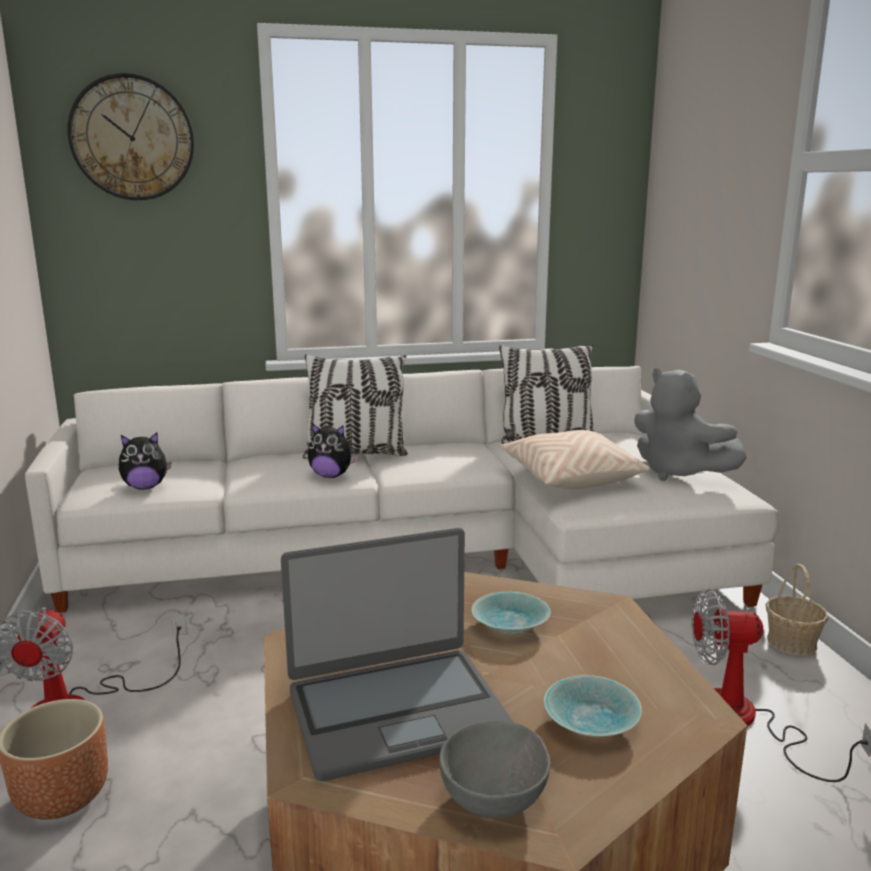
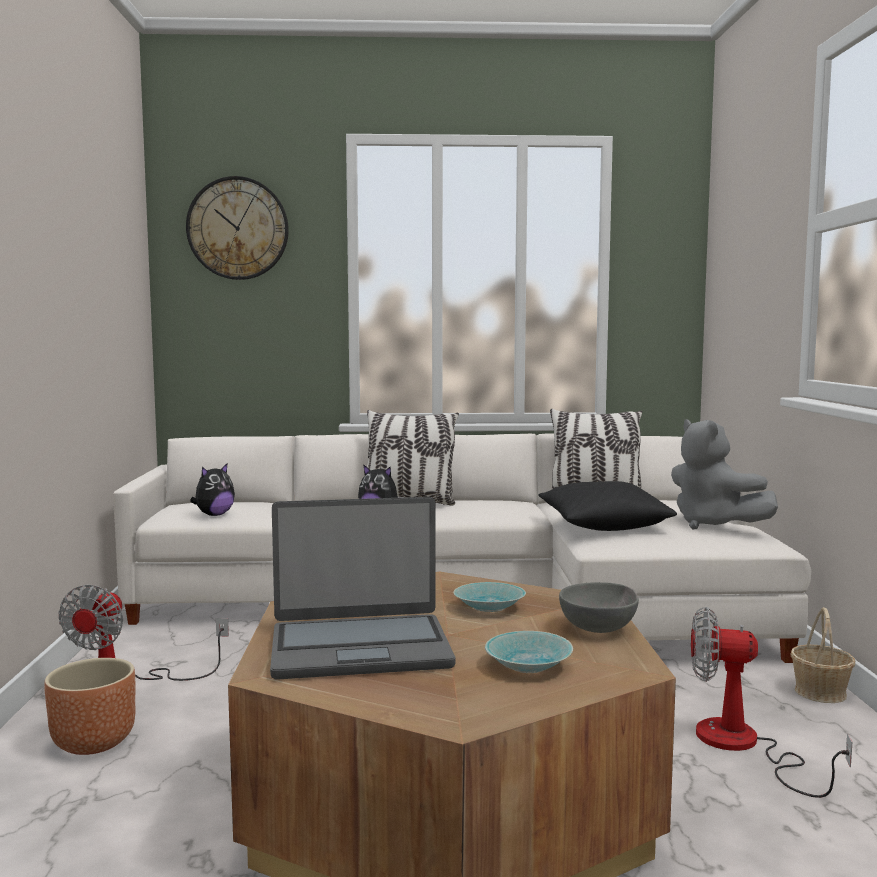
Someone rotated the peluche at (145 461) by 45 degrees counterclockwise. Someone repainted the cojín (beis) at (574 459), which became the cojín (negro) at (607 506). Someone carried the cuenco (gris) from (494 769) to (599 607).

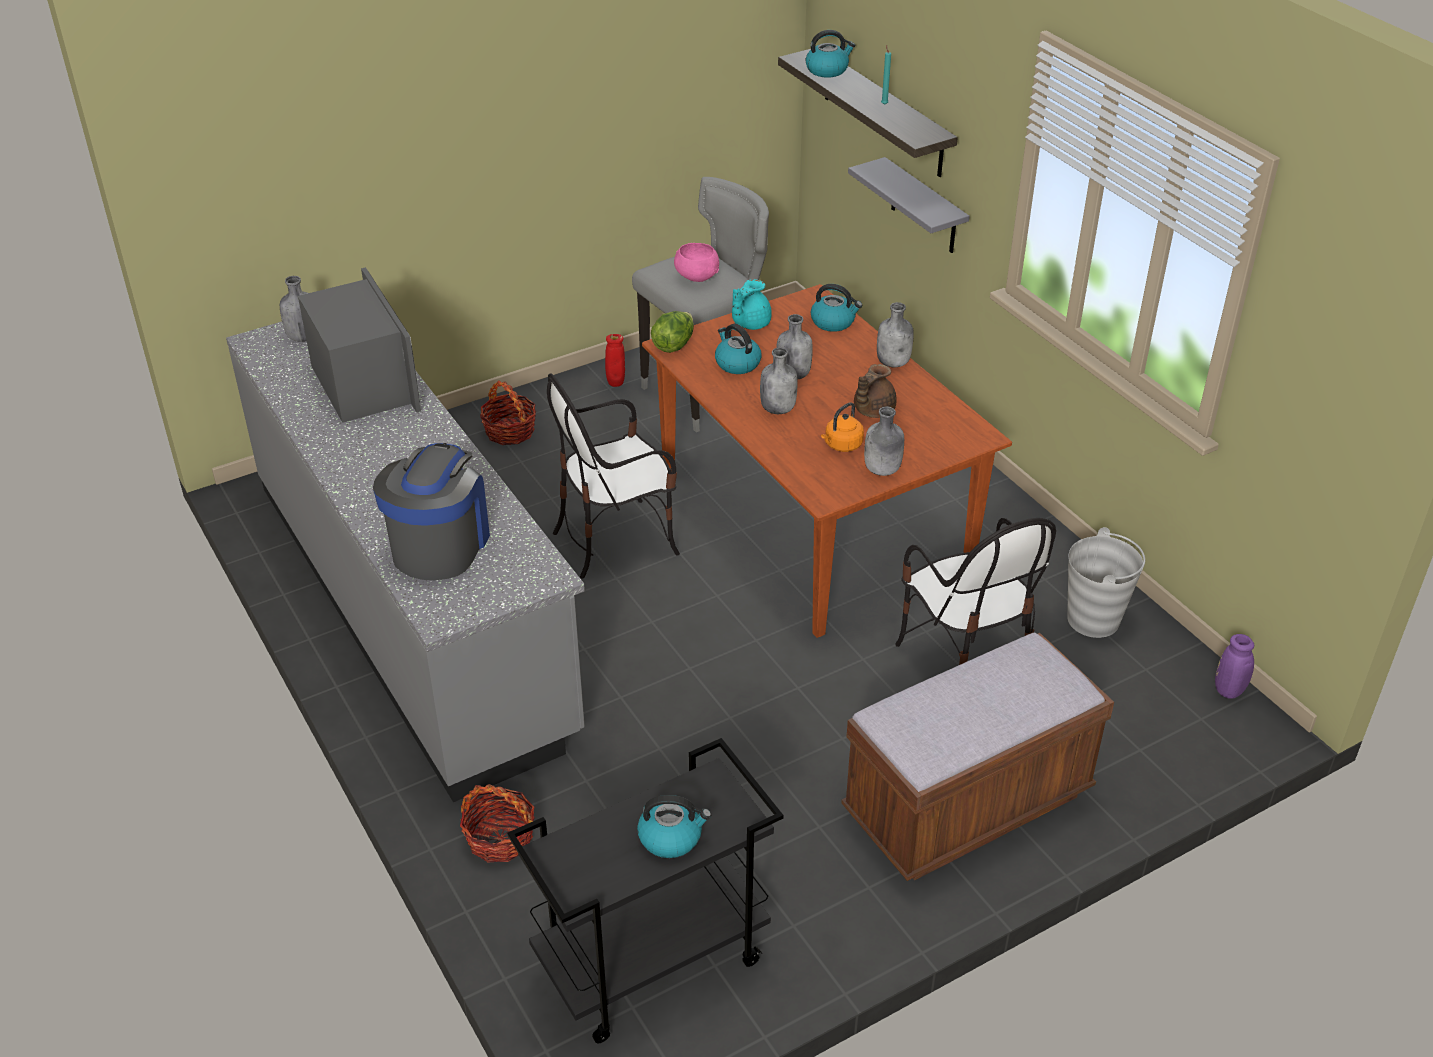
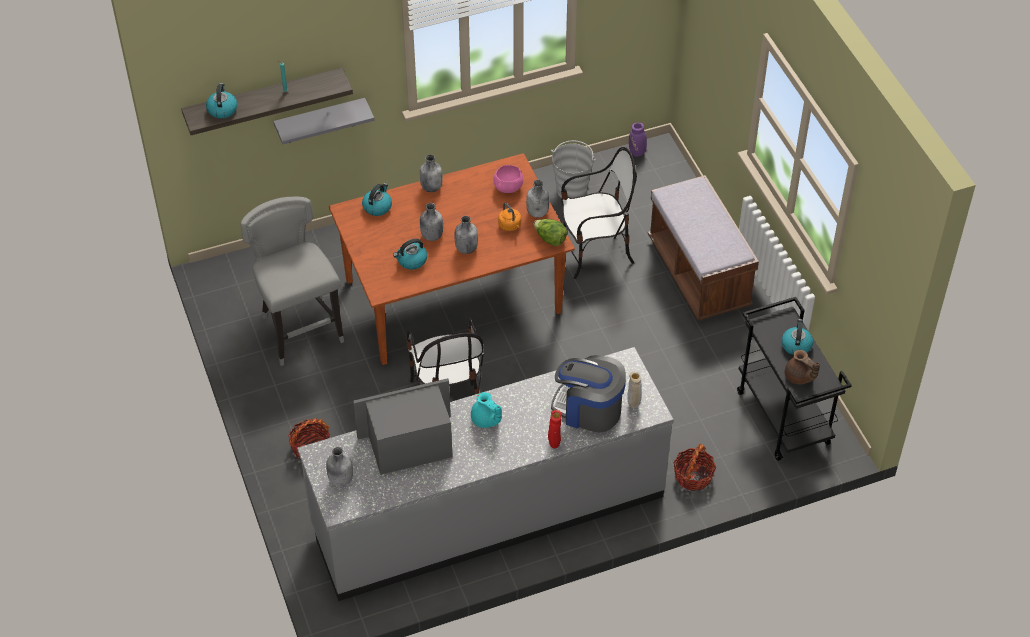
Someone carried the tetera (turquesa) from (752 304) to (486 410). Someone carried the cuenco (rosa) from (696 262) to (508 179). Someone carried the lechuga from (672 332) to (550 232). Someone carried the florero (rojo) from (615 360) to (555 429). Someone put down the florero (beis) at (634 389). Someone carried the tetera (marrón) from (875 391) to (802 367).

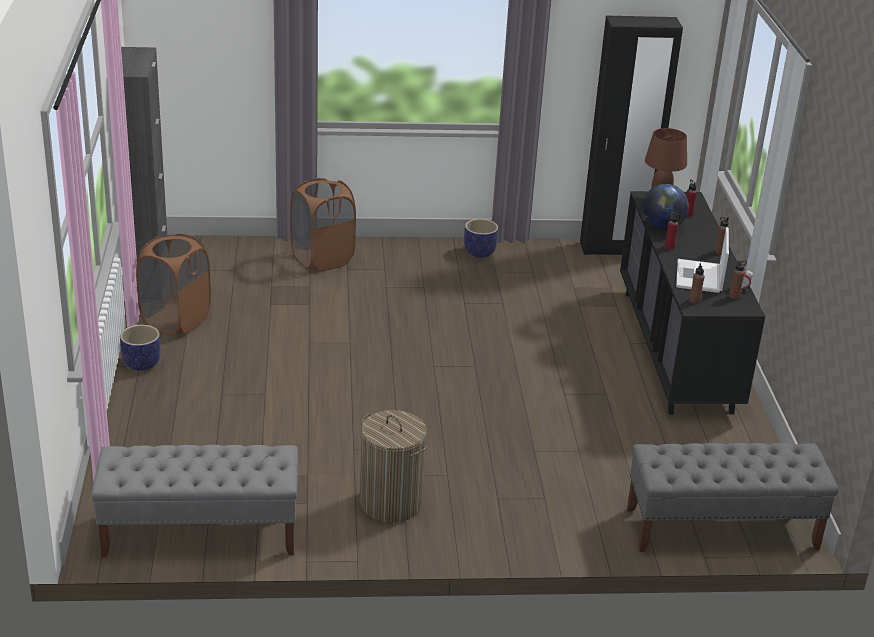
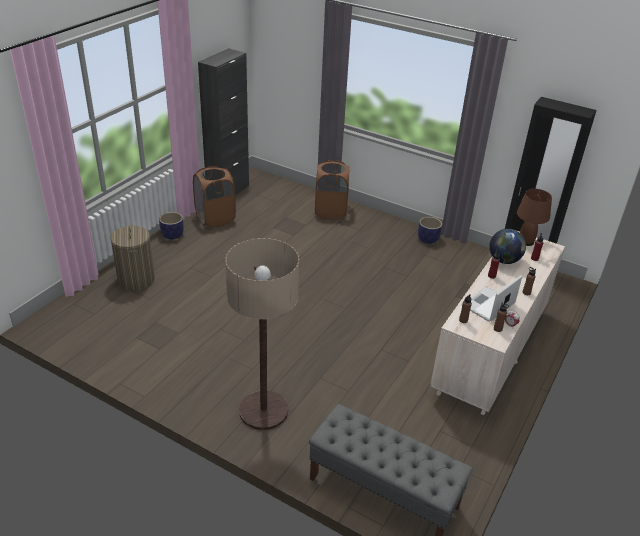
Someone carried the cesto de la ropa from (394 466) to (132 257). Someone put down the lámpara de pie at (262 334). Someone repainted the cómoda (negro) at (692 303), which became the cómoda (beis) at (497 323). Someone took away the banco (gris) at (194 501).

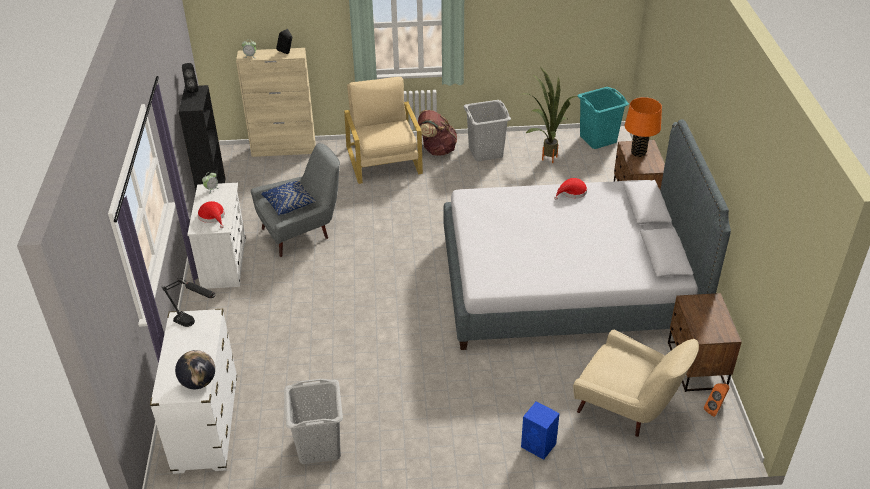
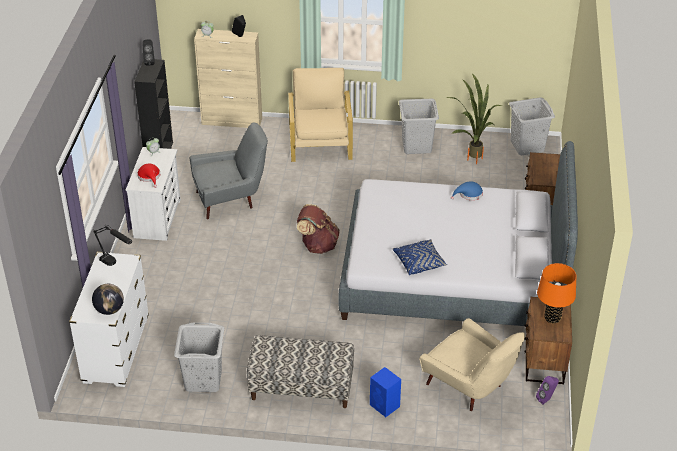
Someone put down the banco at (300 371). Someone carried the mochila (marrón) from (437 133) to (318 229). Someone carried the cojín (azul) from (288 197) to (420 257). Someone repainted the sombrero (rojo) at (570 189), which became the sombrero (azul) at (467 190). Someone repainted the cesto de la ropa (turquesa) at (603 118), which became the cesto de la ropa (gris) at (532 126). Someone repainted the altavoz (naranja) at (716 400), which became the altavoz (morado) at (547 390). Someone carried the lámpara de mesa (naranja) from (643 127) to (556 293).

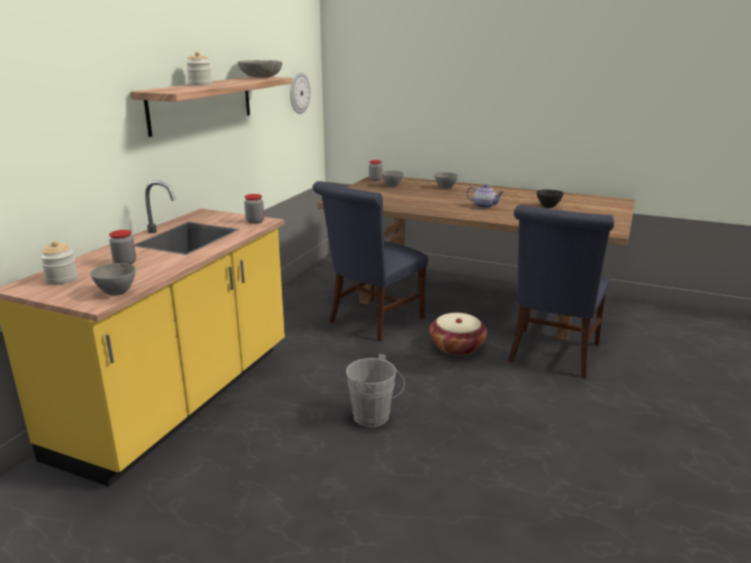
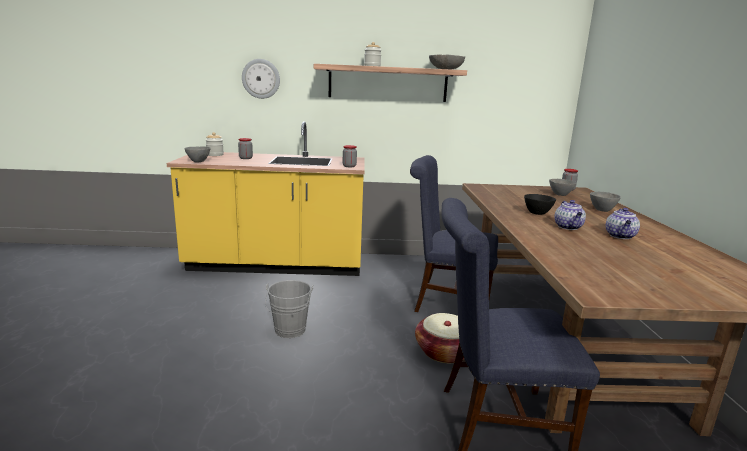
Someone carried the reloj de pared from (300 93) to (261 79). Someone carried the cuenco (negro) from (550 198) to (540 204). Someone put down the tetera at (623 223).

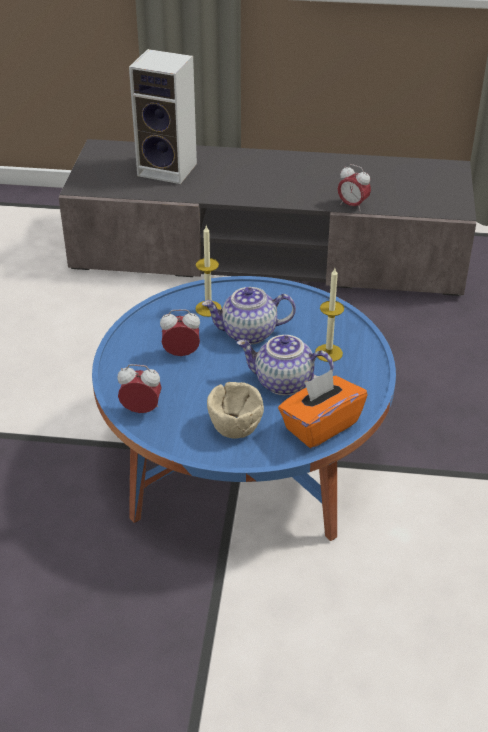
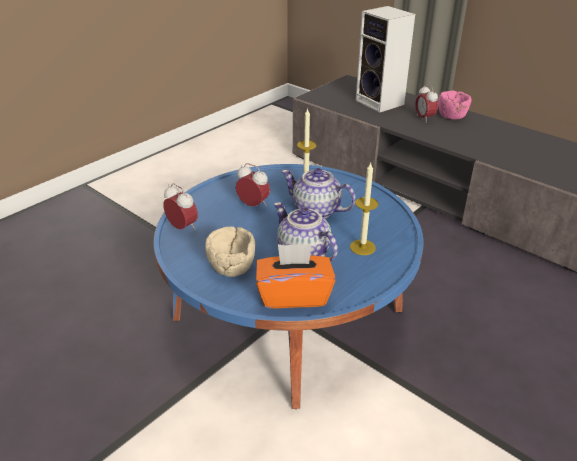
Someone carried the despertador from (354 187) to (426 103). Someone put down the cuenco (rosa) at (455 105).

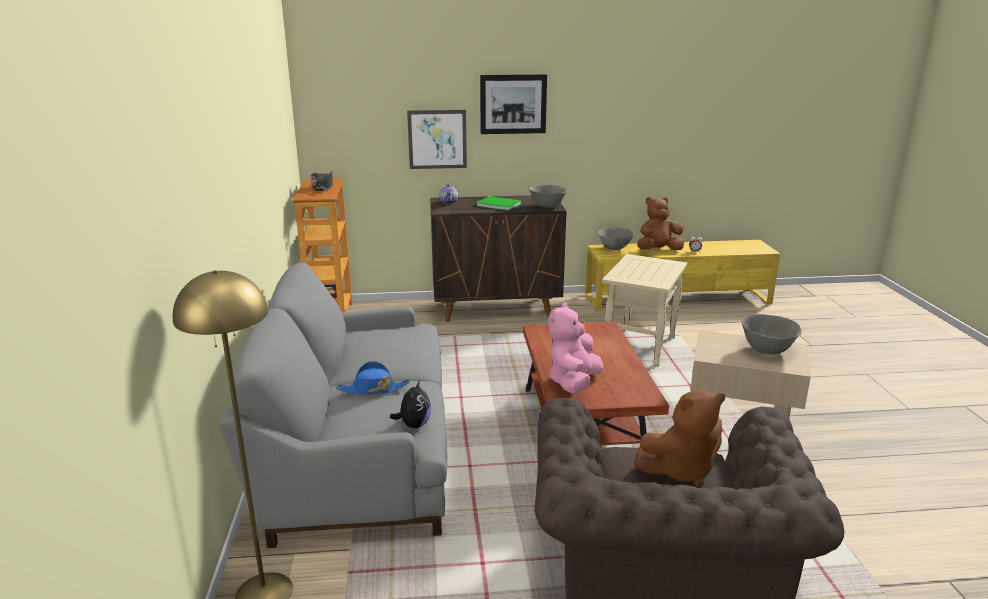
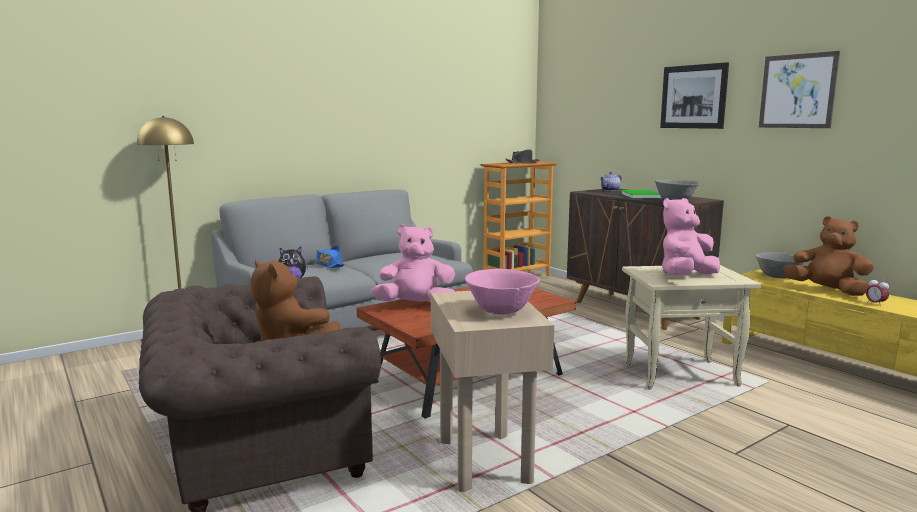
Someone repainted the cuenco (gris) at (771 334), which became the cuenco (rosa) at (502 291). Someone put down the peluche (rosa) at (691 236). Someone carried the cuadro from (437 139) to (799 89).

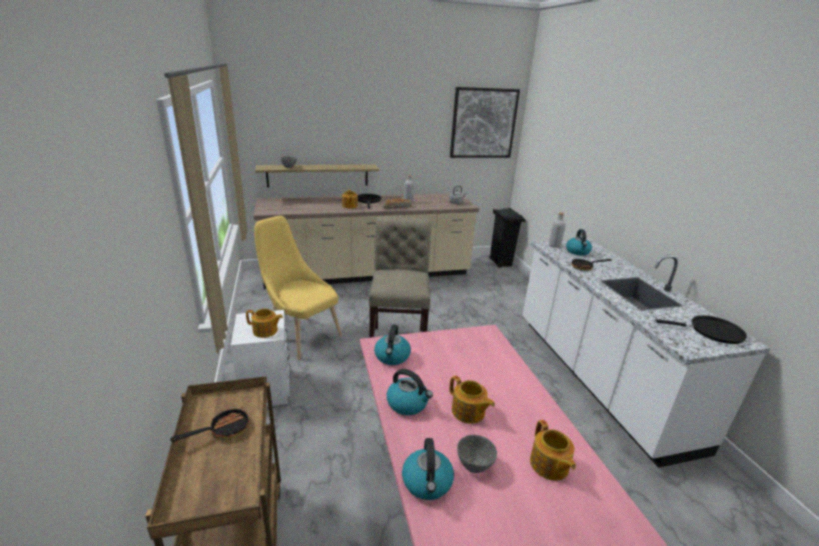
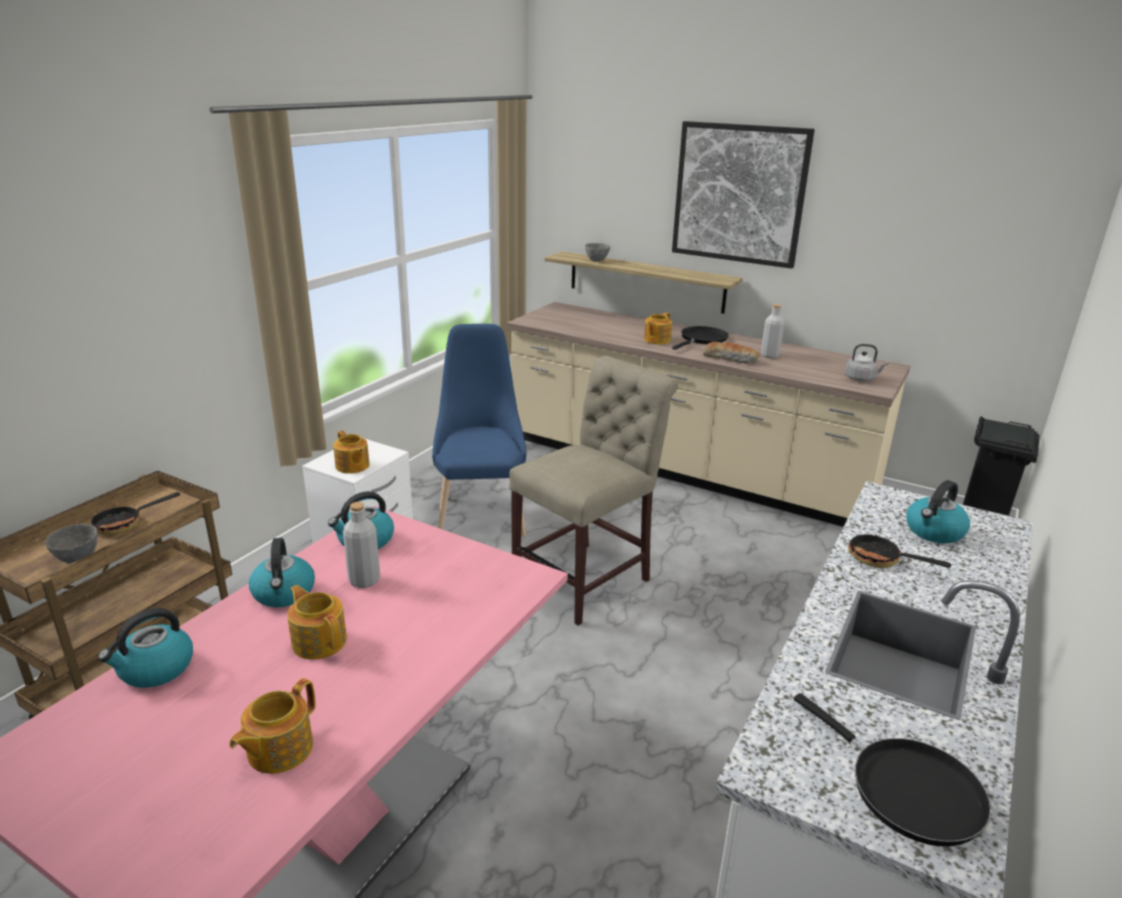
Someone carried the cuenco (gris) from (477 454) to (71 543). Someone rotated the sartén at (209 424) by 135 degrees clockwise. Someone rotated the tetera at (472 399) by 135 degrees clockwise. Someone carried the botella (gris) from (557 230) to (361 545). Someone repainted the silla (amarillo) at (298 288), which became the silla (azul) at (479 430). Someone carried the cuadro from (485 122) to (743 195).

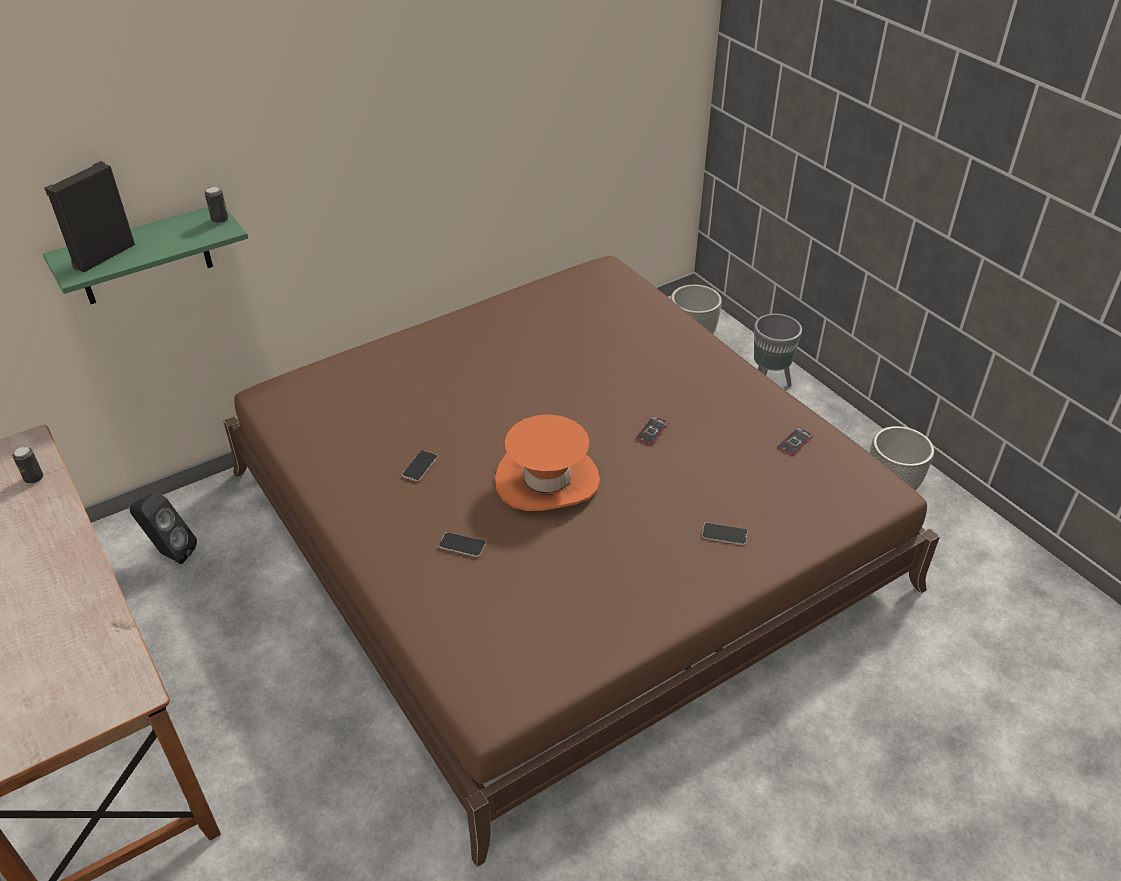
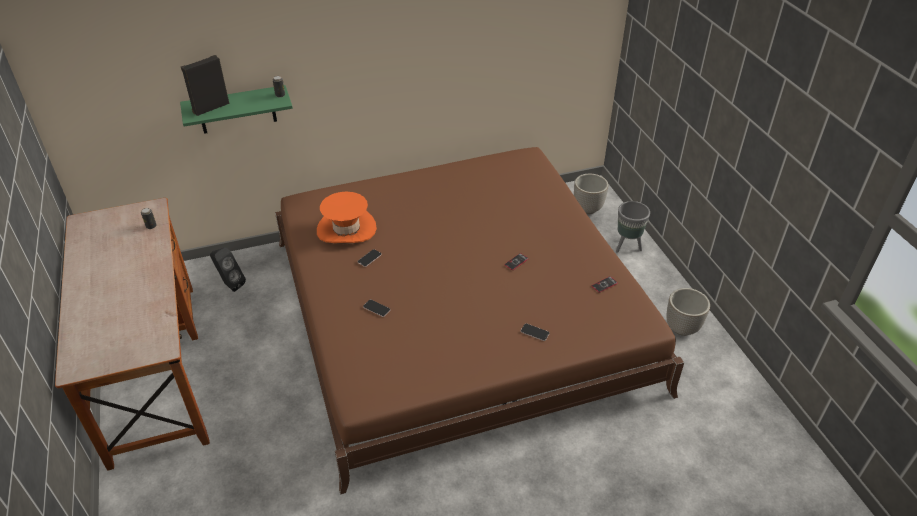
Someone carried the sombrero (naranja) from (547 462) to (347 217).

